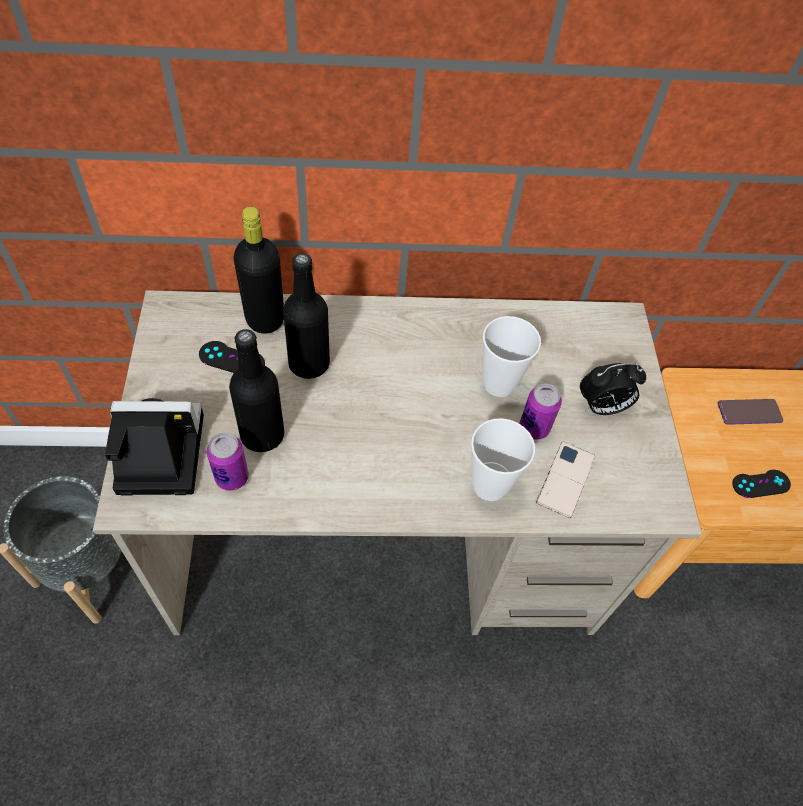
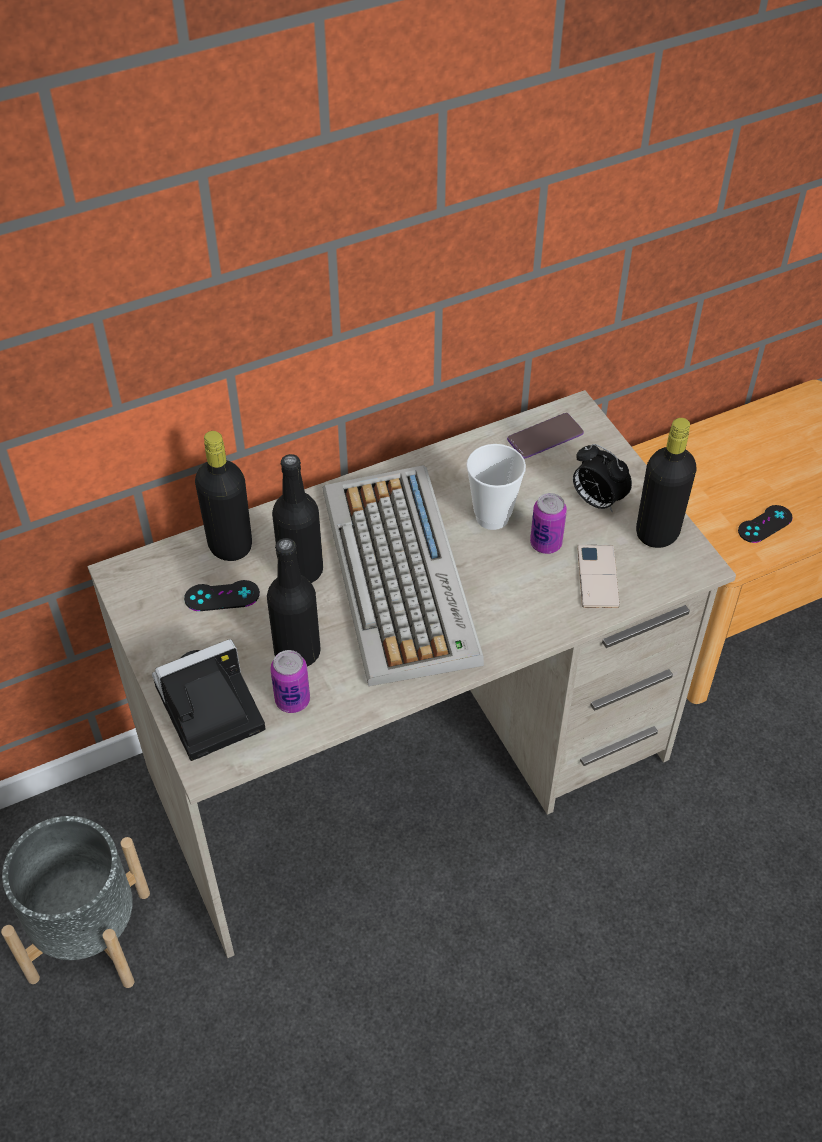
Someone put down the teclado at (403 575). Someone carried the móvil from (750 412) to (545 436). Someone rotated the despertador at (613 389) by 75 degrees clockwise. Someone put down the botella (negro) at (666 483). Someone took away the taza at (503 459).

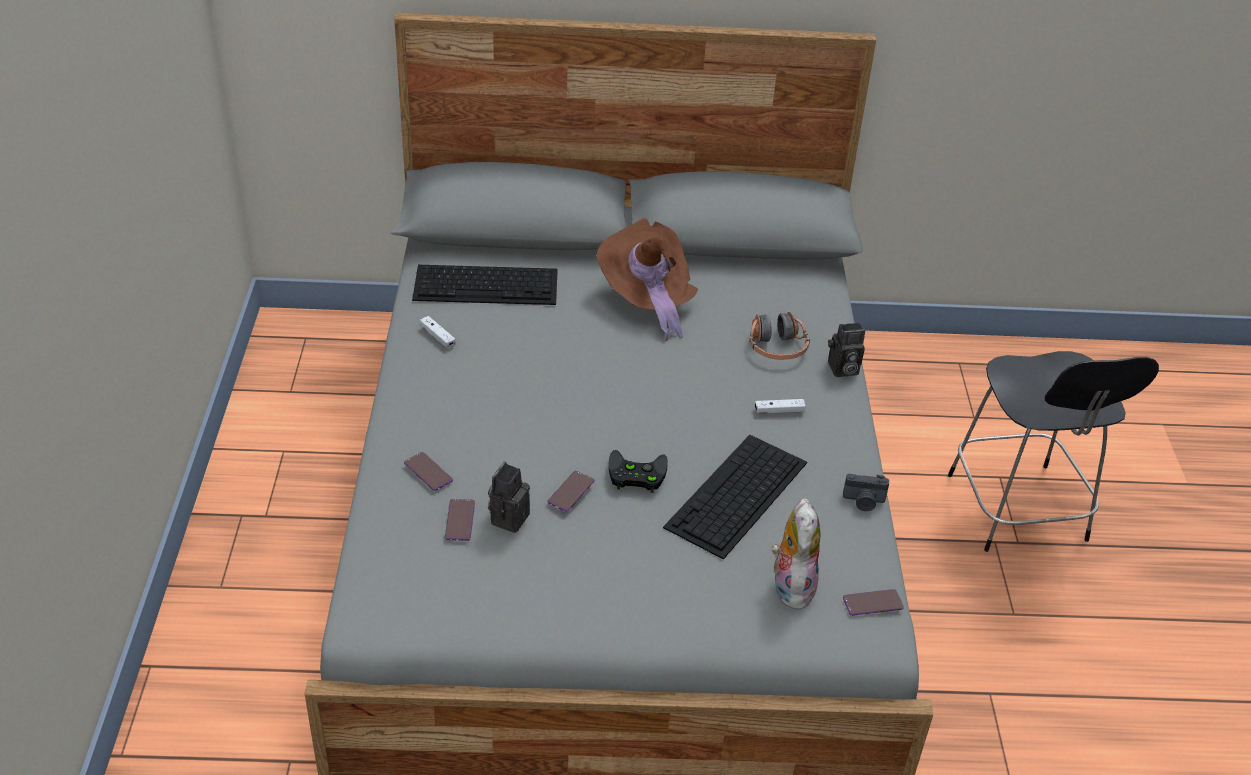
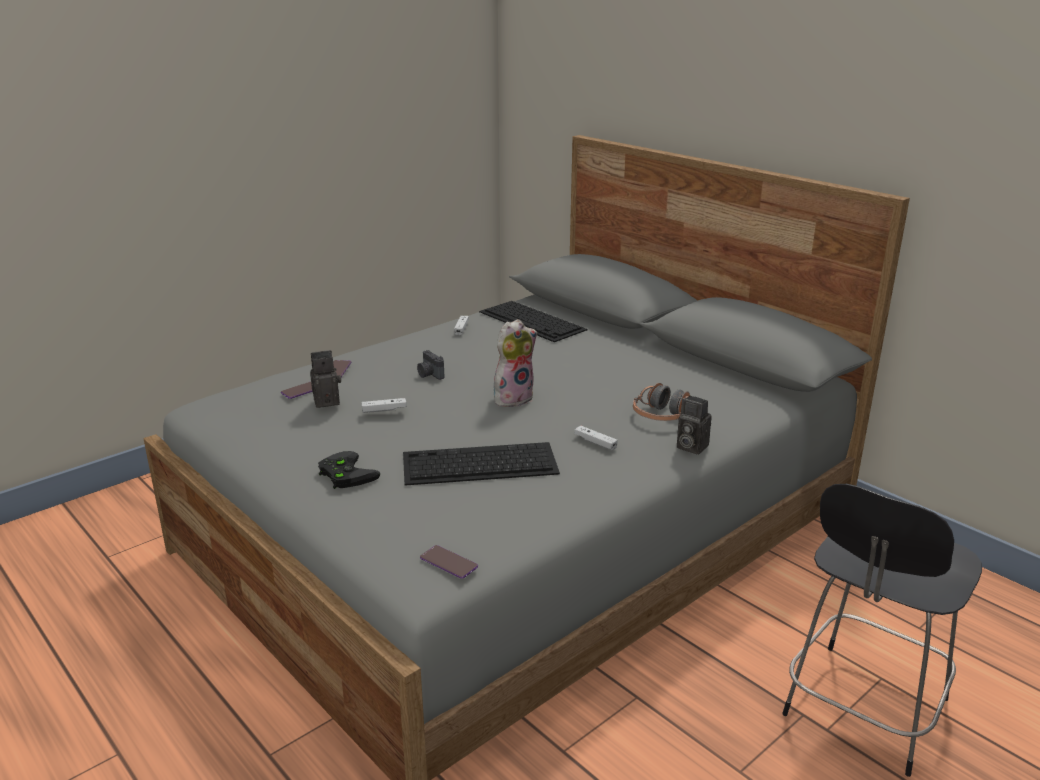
Someone carried the mando de consola (negro) from (638 471) to (349 470). Someone swapped the móvil at (570 491) for the mando de consola (blanco) at (384 405). Someone carried the cámara from (866 492) to (430 365). Someone carried the peluche from (796 555) to (515 363). Someone took away the sombrero (marrón) at (647 279).

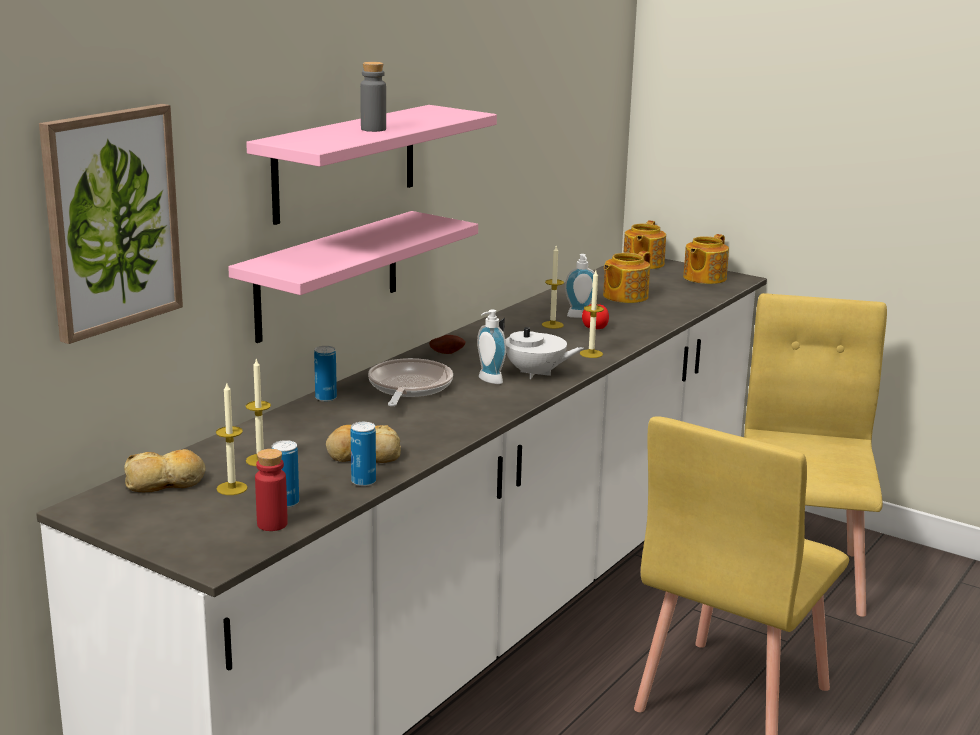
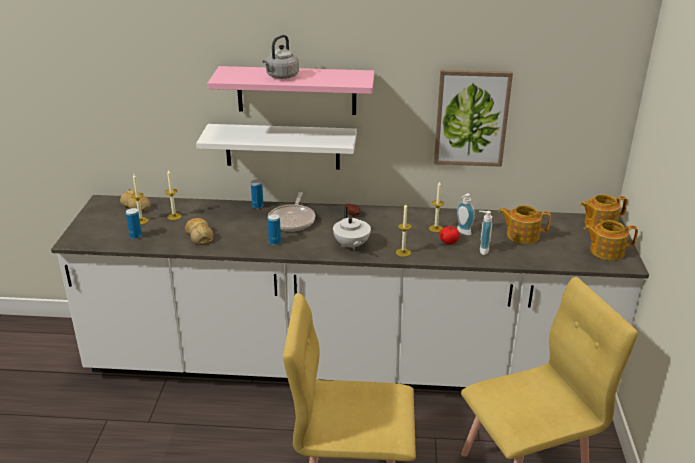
Someone repainted the estante (rosa) at (353 277), which became the estante (blanco) at (276 147). Someone swapped the botella (gris) at (373 97) for the hervidor (gris) at (280 57). Someone rotated the sartén at (410 382) by 120 degrees clockwise. Someone carried the lata from (363 454) to (274 229). Someone carried the cuadro from (111 224) to (473 118). Someone carried the dispensador de jabón from (491 347) to (485 233). Someone took away the botella (rojo) at (271 490).

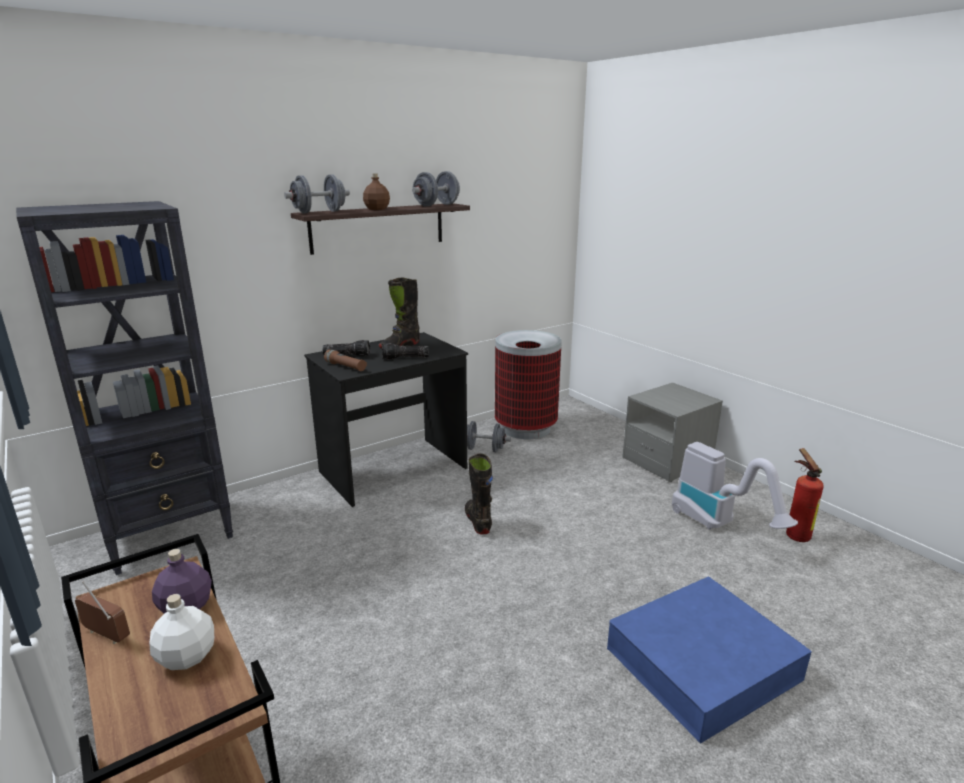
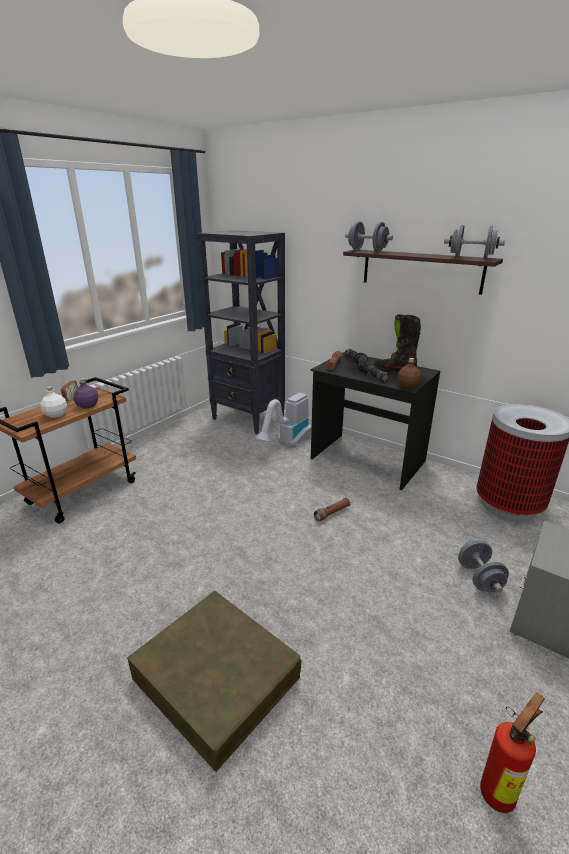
Someone repainted the caja de almacenaje (azul) at (709 660), which became the caja de almacenaje (marrón) at (214 681). Someone carried the aspiradora from (735 486) to (283 419). Someone swapped the bota (negro) at (479 494) for the linterna (marrón) at (332 509). Someone carried the botella (marrón) from (376 191) to (409 373). Someone carried the mancuerna (gris) from (489 436) to (483 566).

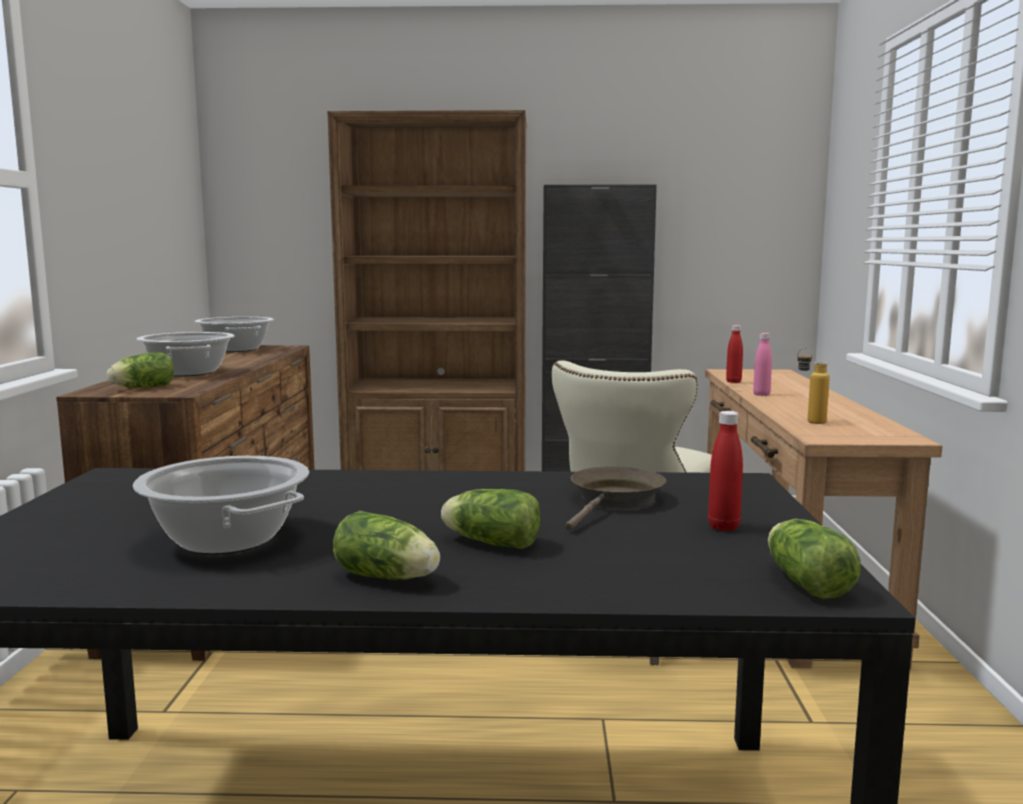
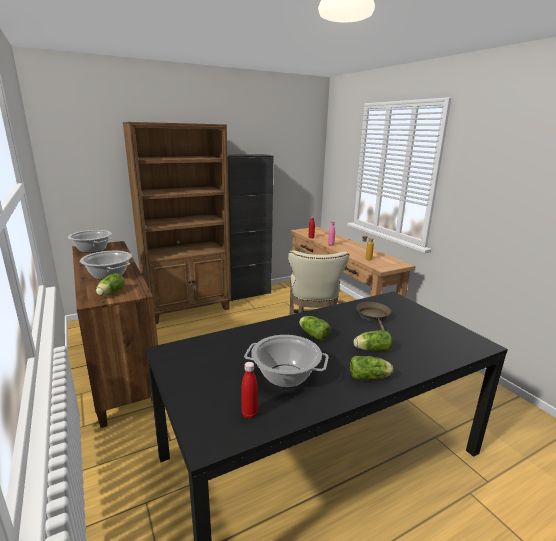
Someone carried the botella (rojo) from (725 471) to (249 390). Someone carried the lechuga from (814 559) to (314 328).

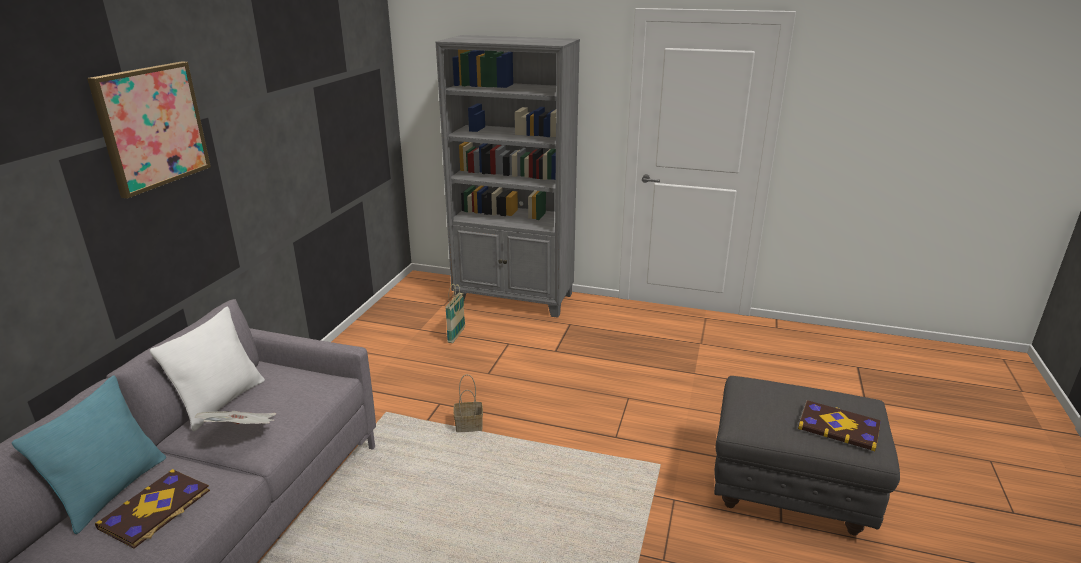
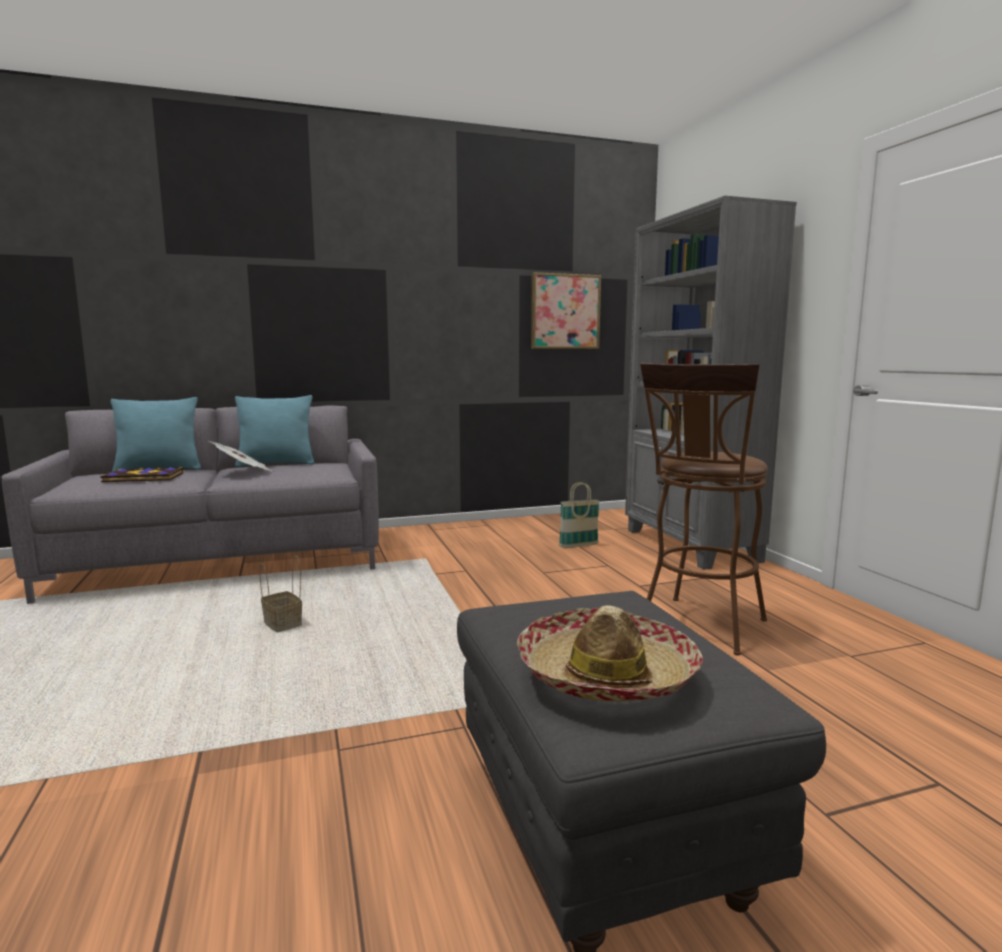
Someone repainted the cojín (blanco) at (207 369), which became the cojín (turquesa) at (275 431). Someone carried the cesta from (468 403) to (280 593). Someone swapped the libro at (839 425) for the sombrero at (610 653). Someone carried the cuadro from (149 130) to (566 310). Someone put down the taburete (marrón) at (704 509).

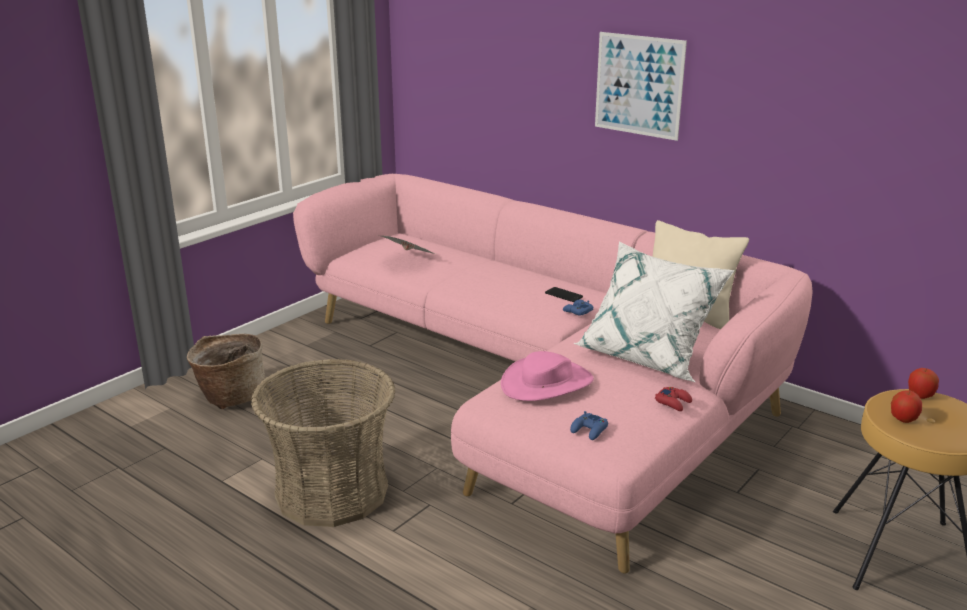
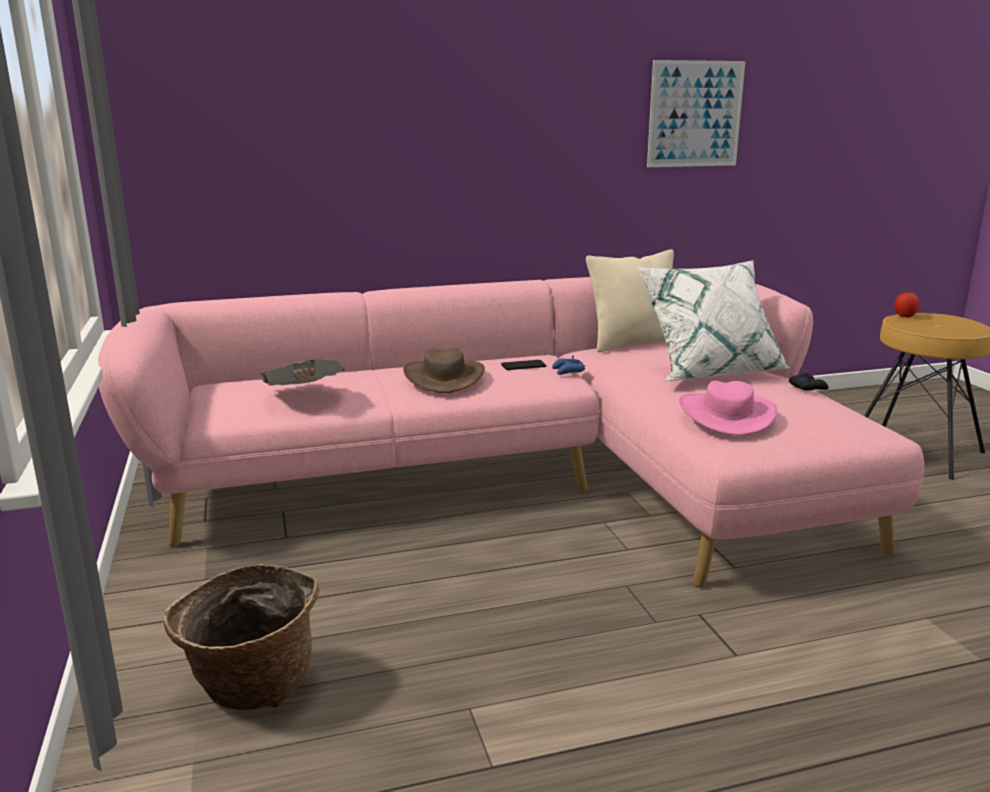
Someone put down the sombrero (marrón) at (444 370). Someone carried the cuadro from (641 86) to (696 113). Someone repainted the mando de consola (rojo) at (673 399), which became the mando de consola (negro) at (809 382). Someone took away the cesta at (323 443). Someone took away the mando de consola (azul) at (589 425). Someone took away the manzana at (906 406).

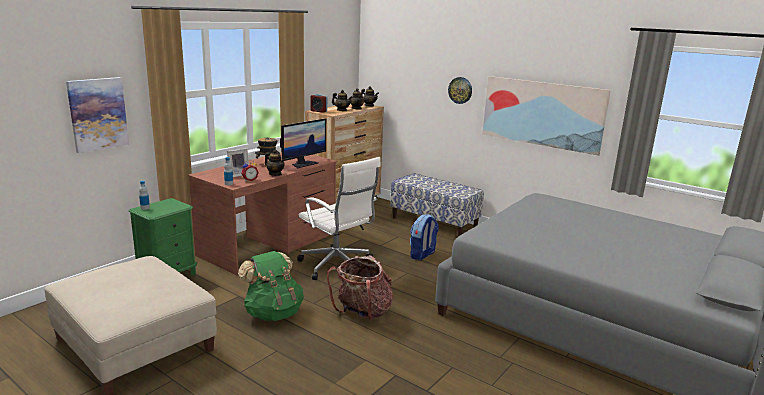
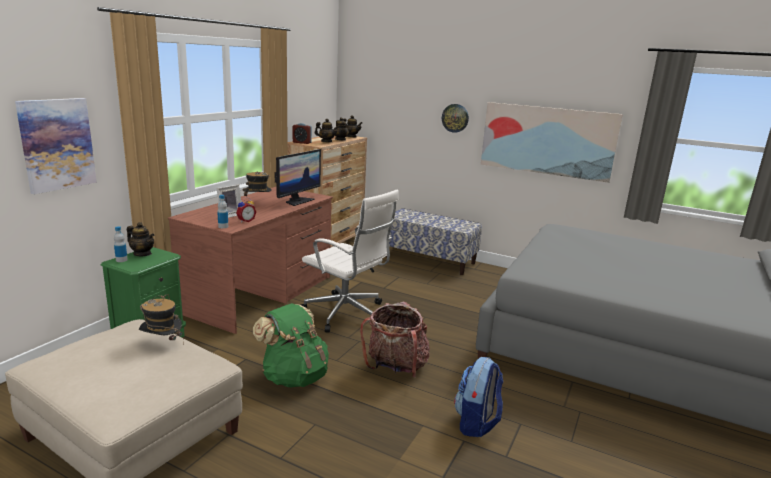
Someone carried the tetera from (275 163) to (141 239). Someone put down the sombrero at (161 319). Someone carried the mochila from (424 237) to (479 397).

